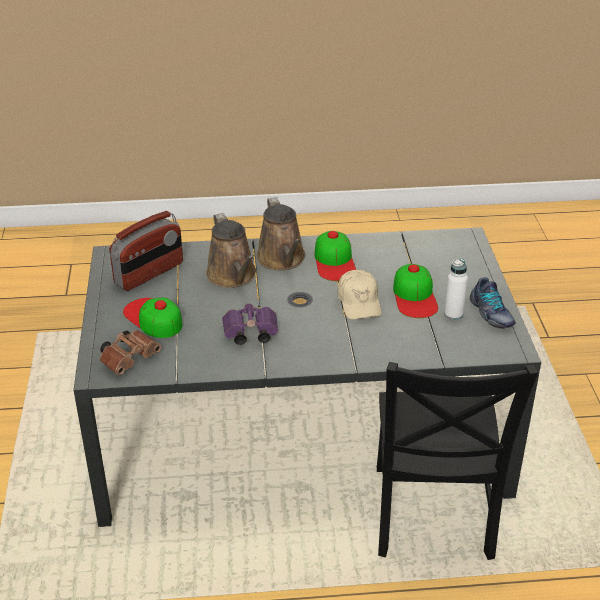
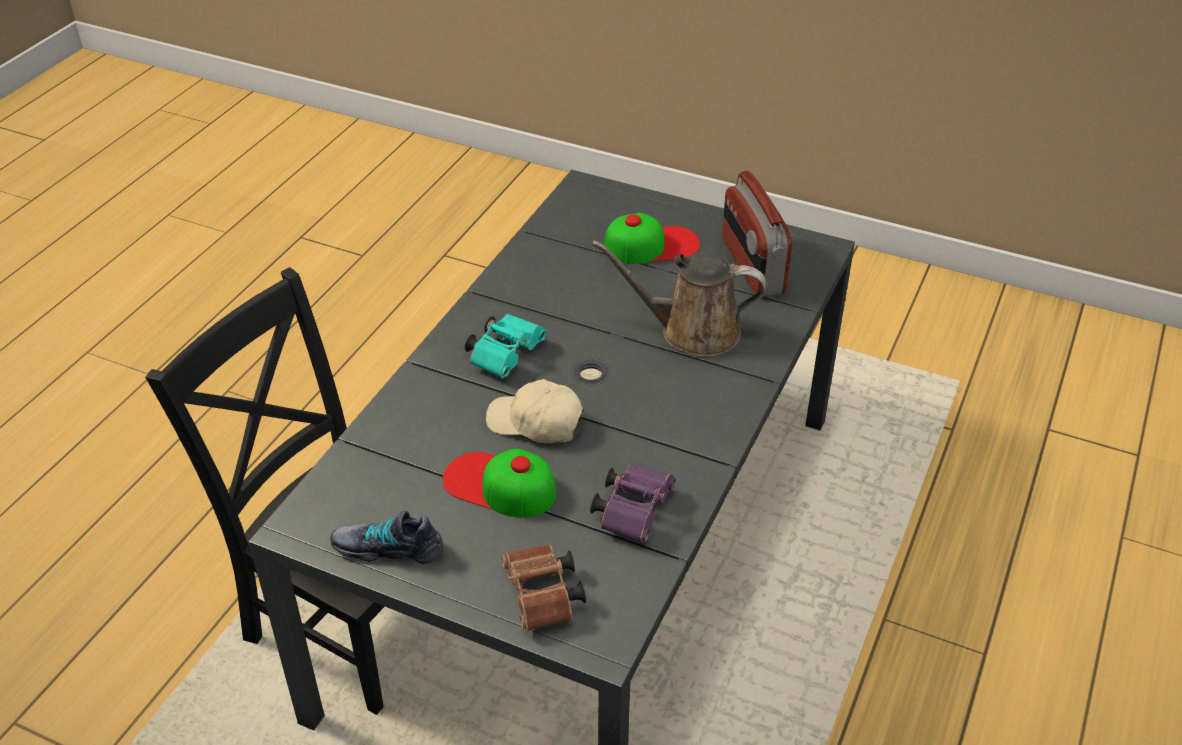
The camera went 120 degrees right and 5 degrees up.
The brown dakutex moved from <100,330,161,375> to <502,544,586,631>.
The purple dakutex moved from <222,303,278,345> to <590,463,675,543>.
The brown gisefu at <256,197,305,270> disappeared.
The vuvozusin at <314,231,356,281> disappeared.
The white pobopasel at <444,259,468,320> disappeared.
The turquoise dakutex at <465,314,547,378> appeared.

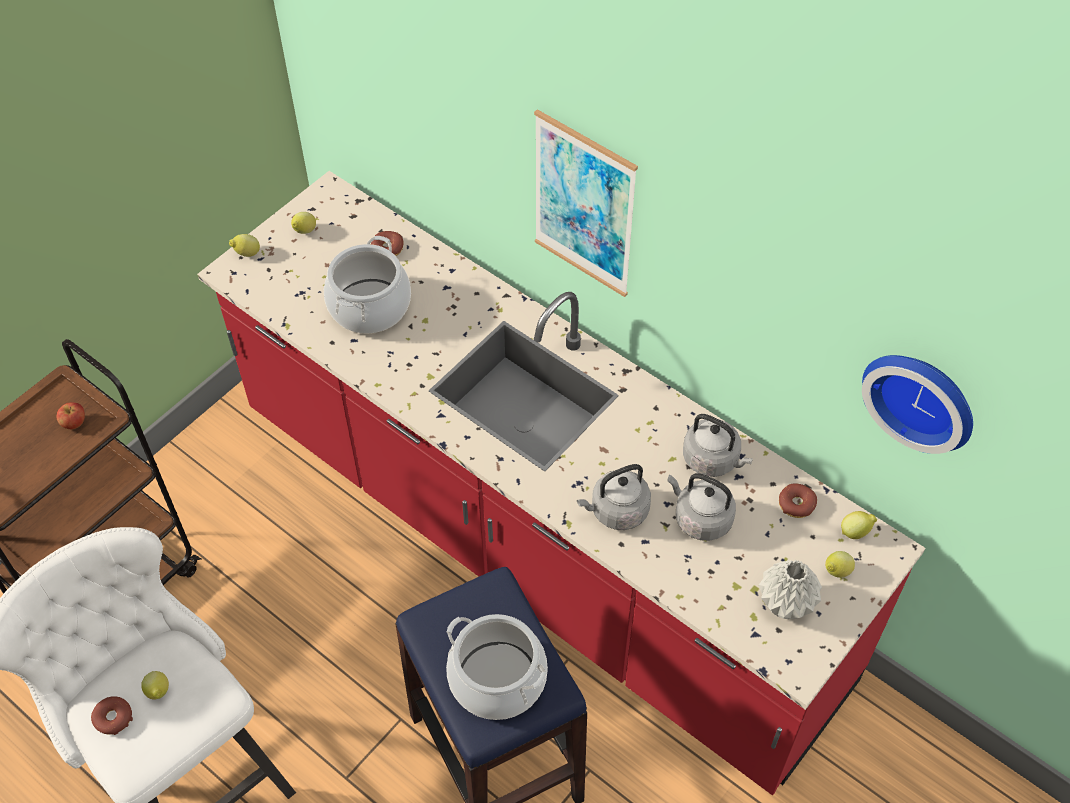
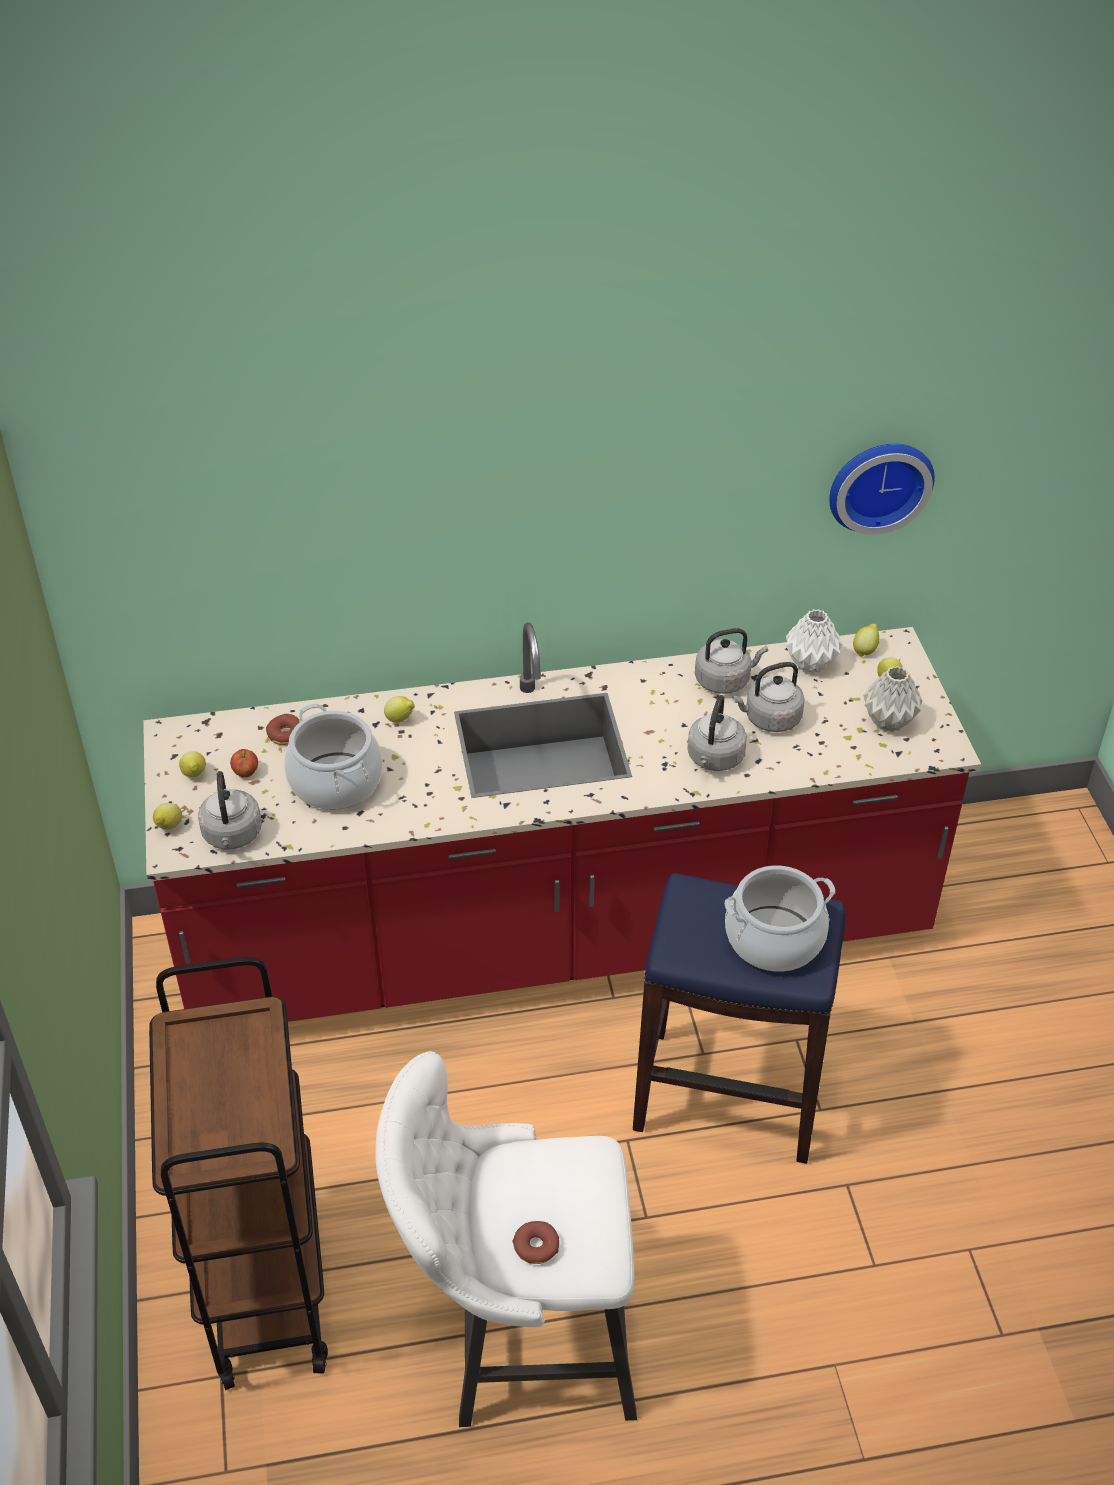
The camera went 50 degrees left and 10 degrees down.
The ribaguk moved from <57,402,85,429> to <230,749,258,778>.
The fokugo moved from <141,671,169,700> to <384,696,415,723>.
The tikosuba at <534,109,638,297> disappeared.
The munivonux at <779,484,817,518> was replaced by the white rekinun at <786,609,842,674>.
The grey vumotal at <198,771,262,849> appeared.

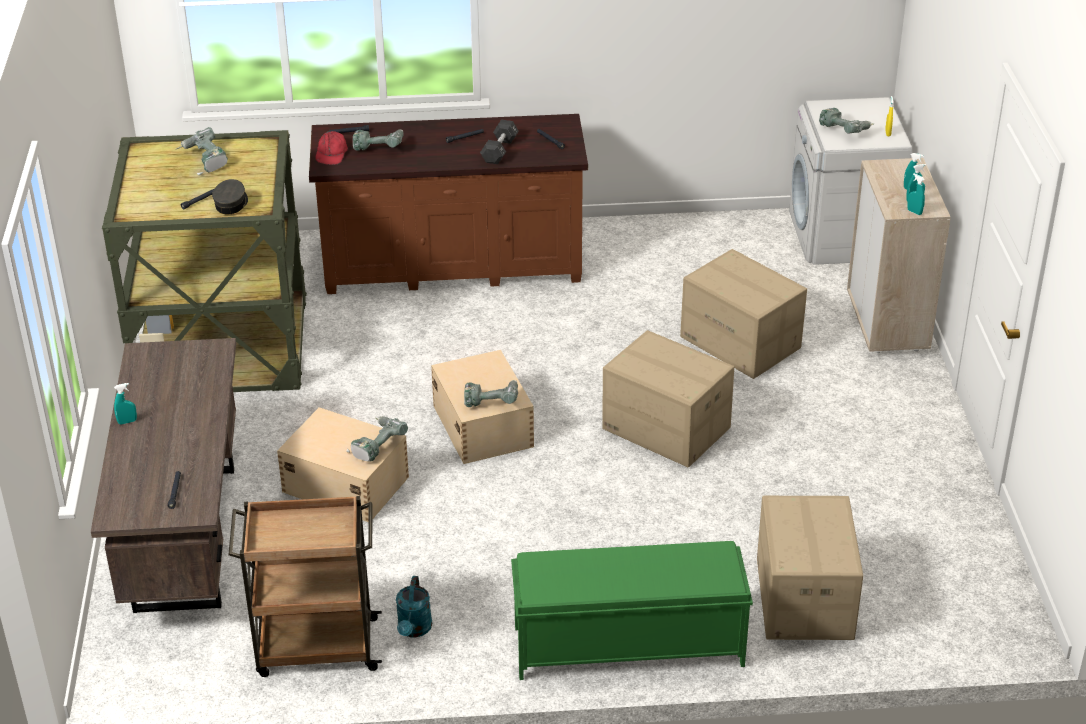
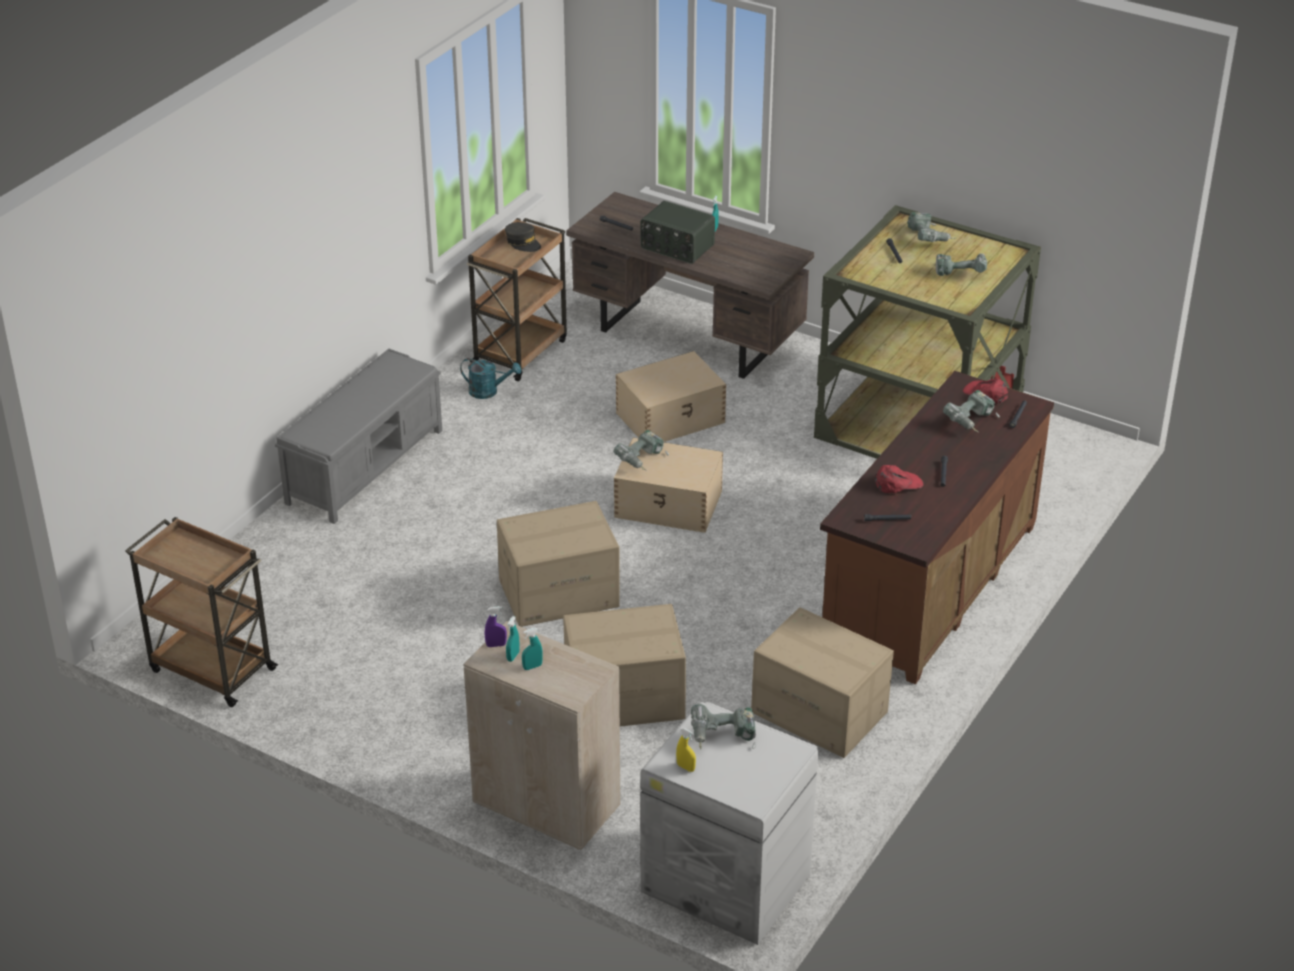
The camera went 125 degrees right and 0 degrees up.
The grey vuvozusin moved from <212,179,248,214> to <505,222,541,252>.
The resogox moved from <346,416,408,461> to <907,212,955,242>.
The turquoise gisefu at <396,576,432,637> turned 150 degrees clockwise.
The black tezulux at <480,119,519,164> was replaced by the red vuvozusin at <875,465,923,493>.
The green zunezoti at <511,541,753,680> became the grey zunezoti at <275,349,442,524>.
The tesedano moved from <757,496,863,640> to <751,607,894,758>.
The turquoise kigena at <907,173,925,215> became the purple kigena at <485,606,507,647>.
The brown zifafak at <125,517,278,707> appeared.
The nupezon at <641,201,715,264> appeared.

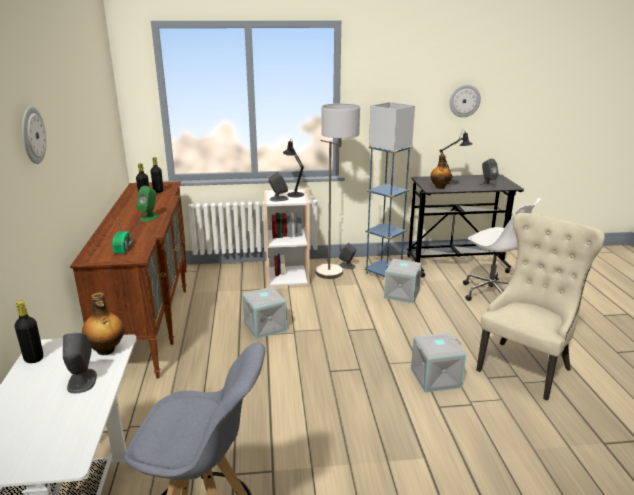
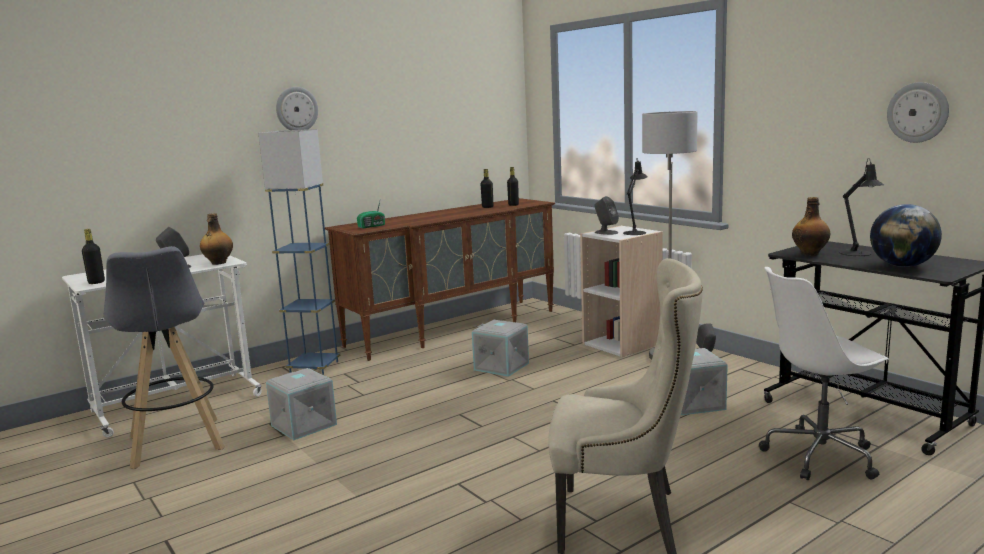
The camera went 60 degrees right and 10 degrees down.
The black pobopasel moved from <15,301,44,363> to <82,229,105,284>.
The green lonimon at <136,186,159,222> disappeared.
The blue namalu moved from <364,102,415,277> to <258,129,340,375>.
The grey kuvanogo moved from <411,333,466,393> to <266,368,337,440>.
The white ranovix at <463,198,541,301> turned 60 degrees clockwise.
The grey lonimon at <479,159,499,188> was replaced by the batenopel at <870,204,942,267>.

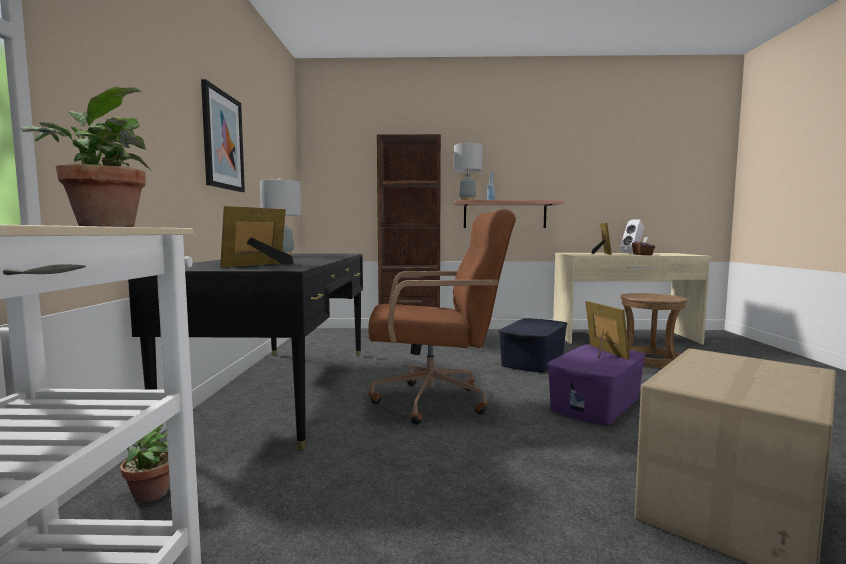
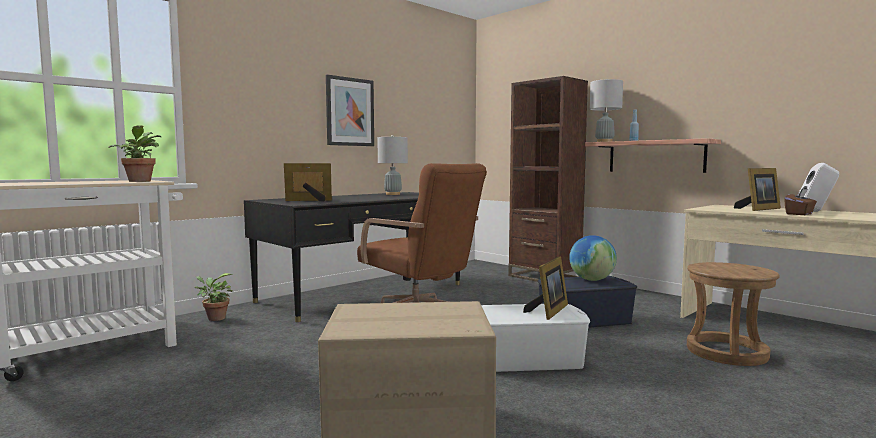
The camera went 45 degrees right and 0 degrees up.
The purple kuvanogo at <547,344,646,425> became the white kuvanogo at <481,304,590,372>.
The batenopel at <569,235,617,281> appeared.

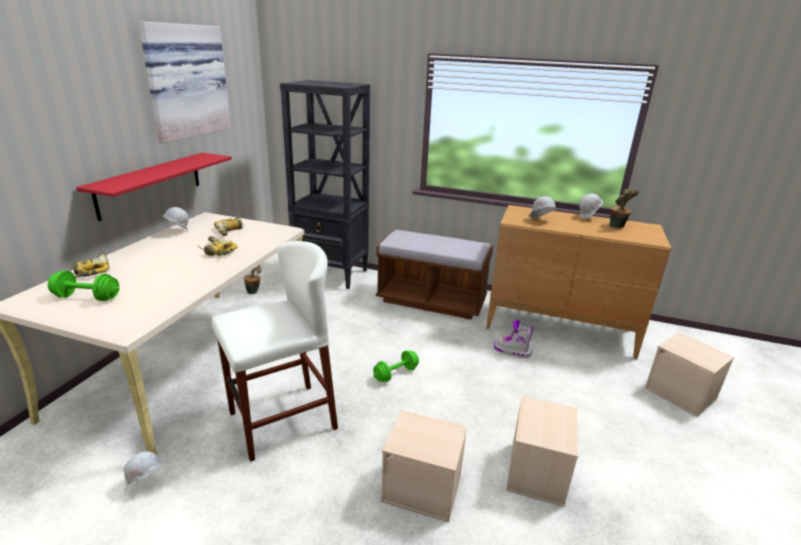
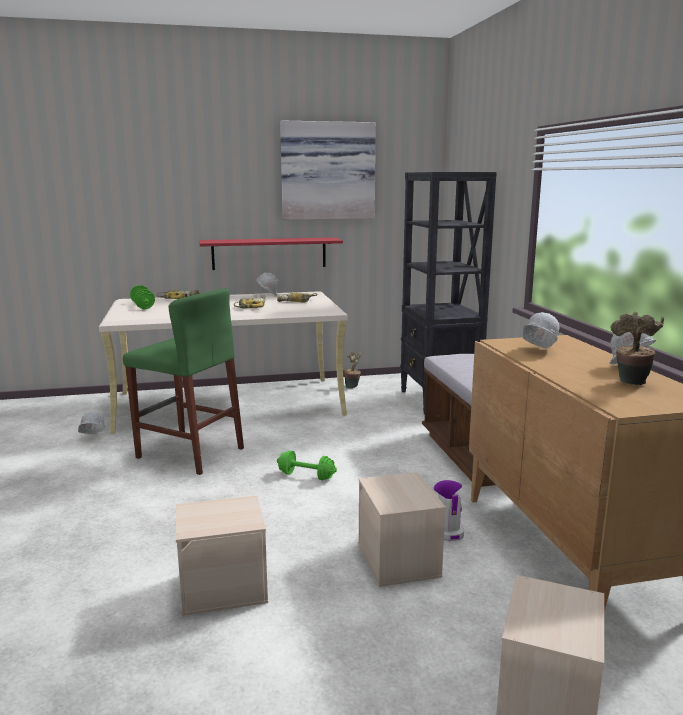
The camera went 60 degrees right and 10 degrees down.
The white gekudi at <212,241,338,462> became the green gekudi at <123,288,244,475>.
The beige kuvanogo moved from <381,410,467,522> to <358,472,446,587>.

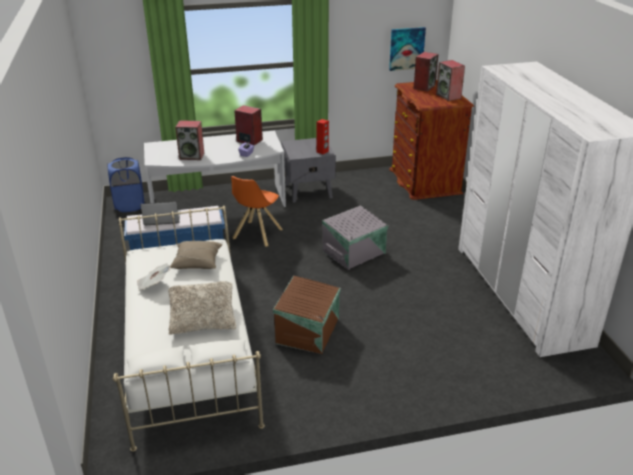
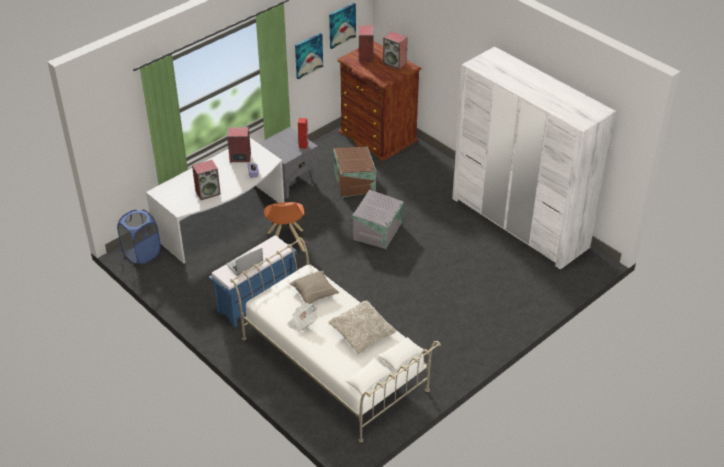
The camera went 30 degrees left and 10 degrees up.
The brown kuvanogo moved from <273,276,340,354> to <333,147,377,197>.
The tikosuba at <295,33,323,80> appeared.

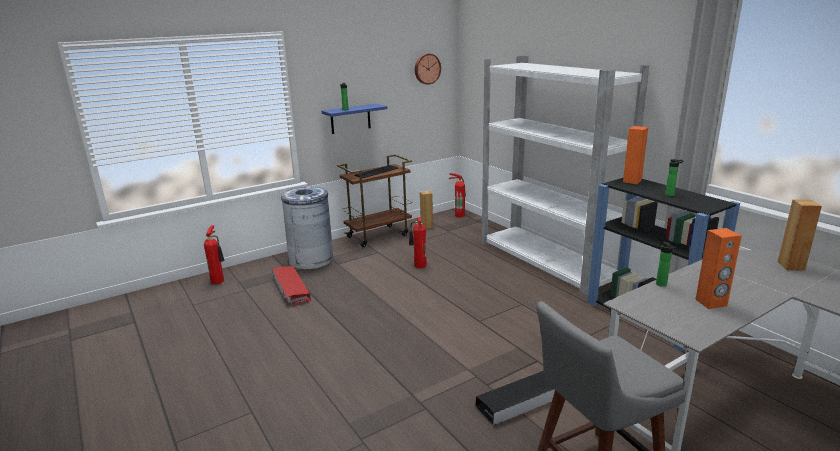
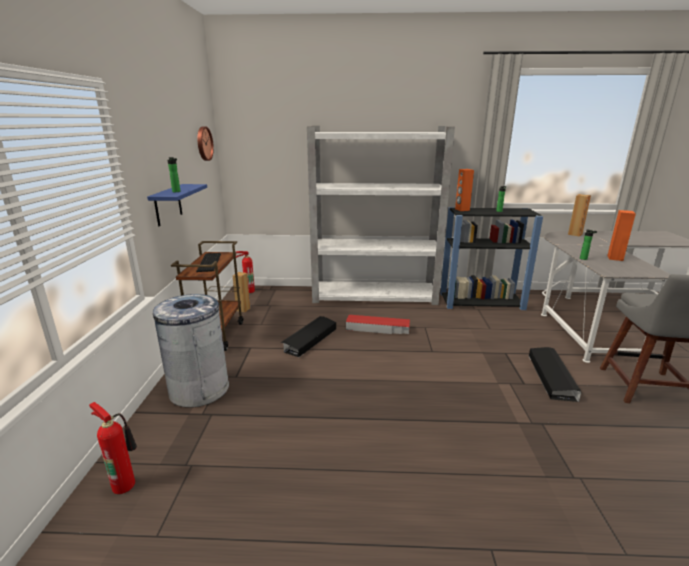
The camera went 55 degrees left and 0 degrees up.
The red kuvanogo moved from <272,266,311,306> to <346,315,410,334>.
The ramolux at <409,217,427,268> was replaced by the black kuvanogo at <281,316,336,357>.

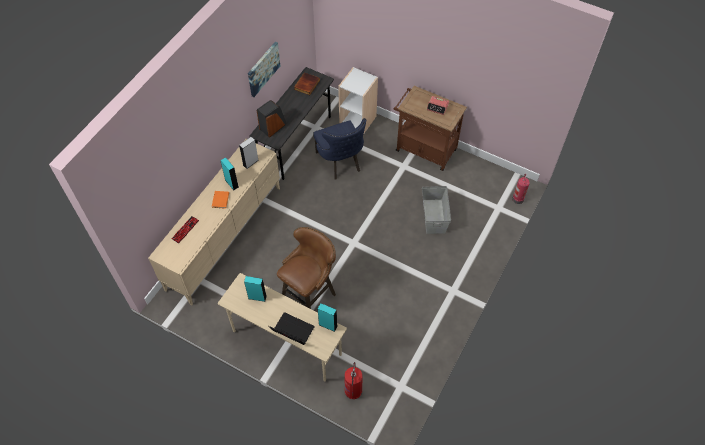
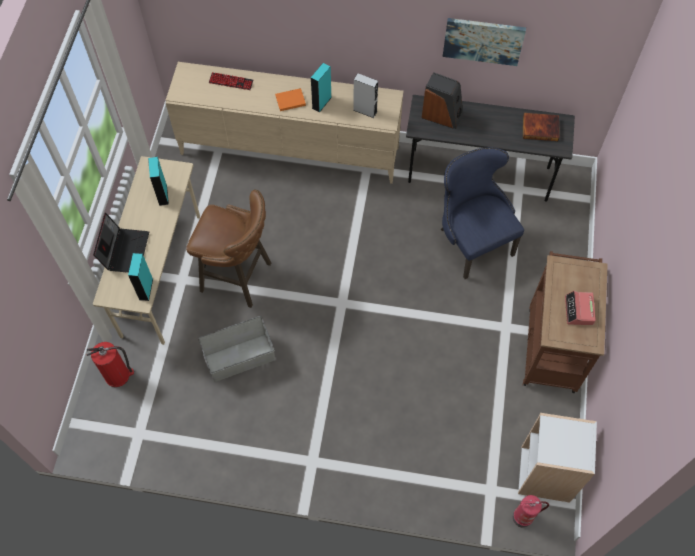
The camera went 70 degrees right and 5 degrees up.
The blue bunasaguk at <313,118,366,179> turned 105 degrees clockwise.
The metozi moved from <338,67,378,135> to <518,413,597,502>.
The grey kuvanogo moved from <422,186,451,234> to <198,316,275,382>.

